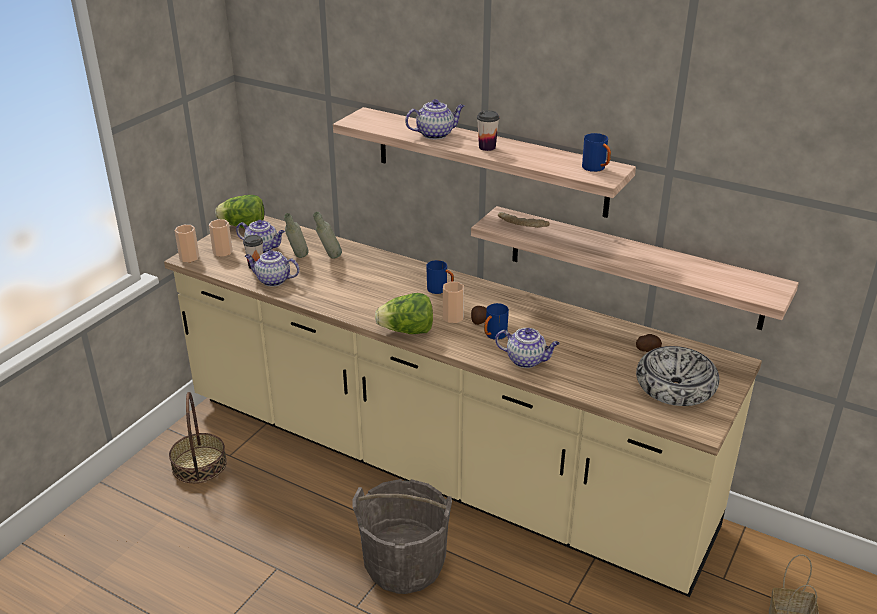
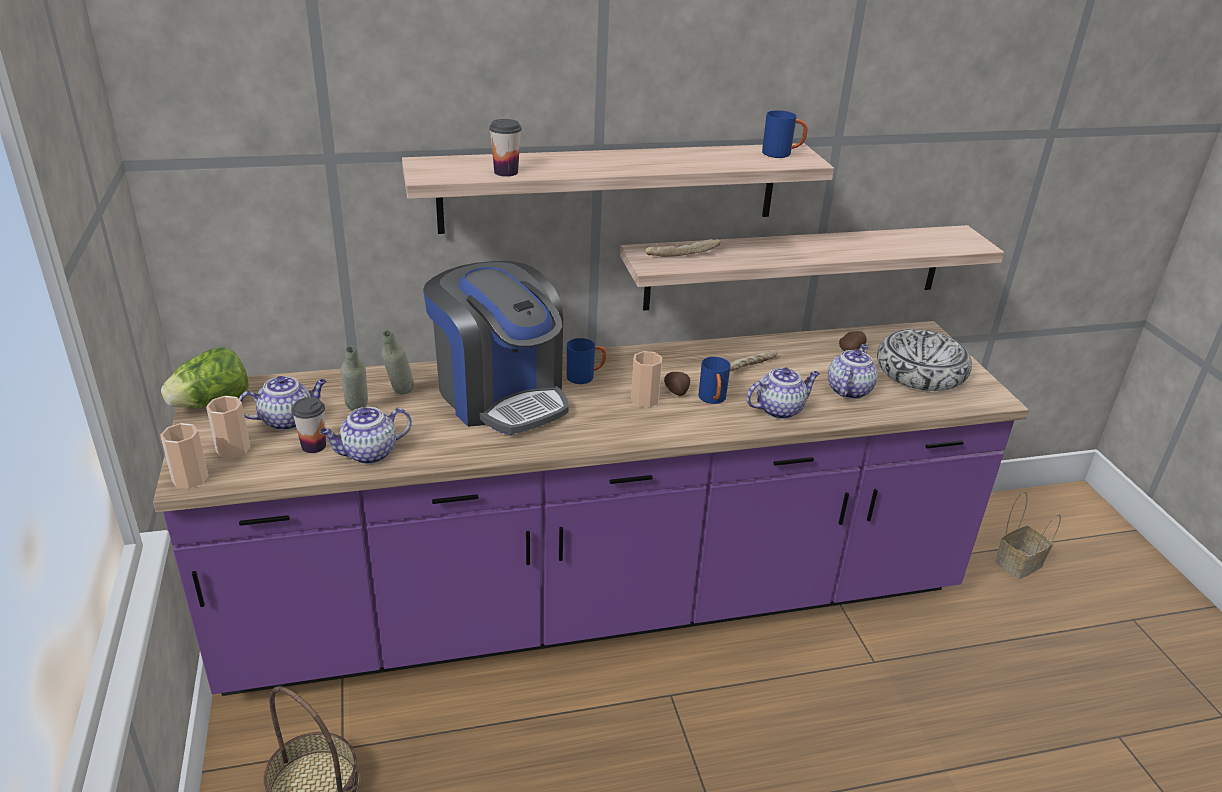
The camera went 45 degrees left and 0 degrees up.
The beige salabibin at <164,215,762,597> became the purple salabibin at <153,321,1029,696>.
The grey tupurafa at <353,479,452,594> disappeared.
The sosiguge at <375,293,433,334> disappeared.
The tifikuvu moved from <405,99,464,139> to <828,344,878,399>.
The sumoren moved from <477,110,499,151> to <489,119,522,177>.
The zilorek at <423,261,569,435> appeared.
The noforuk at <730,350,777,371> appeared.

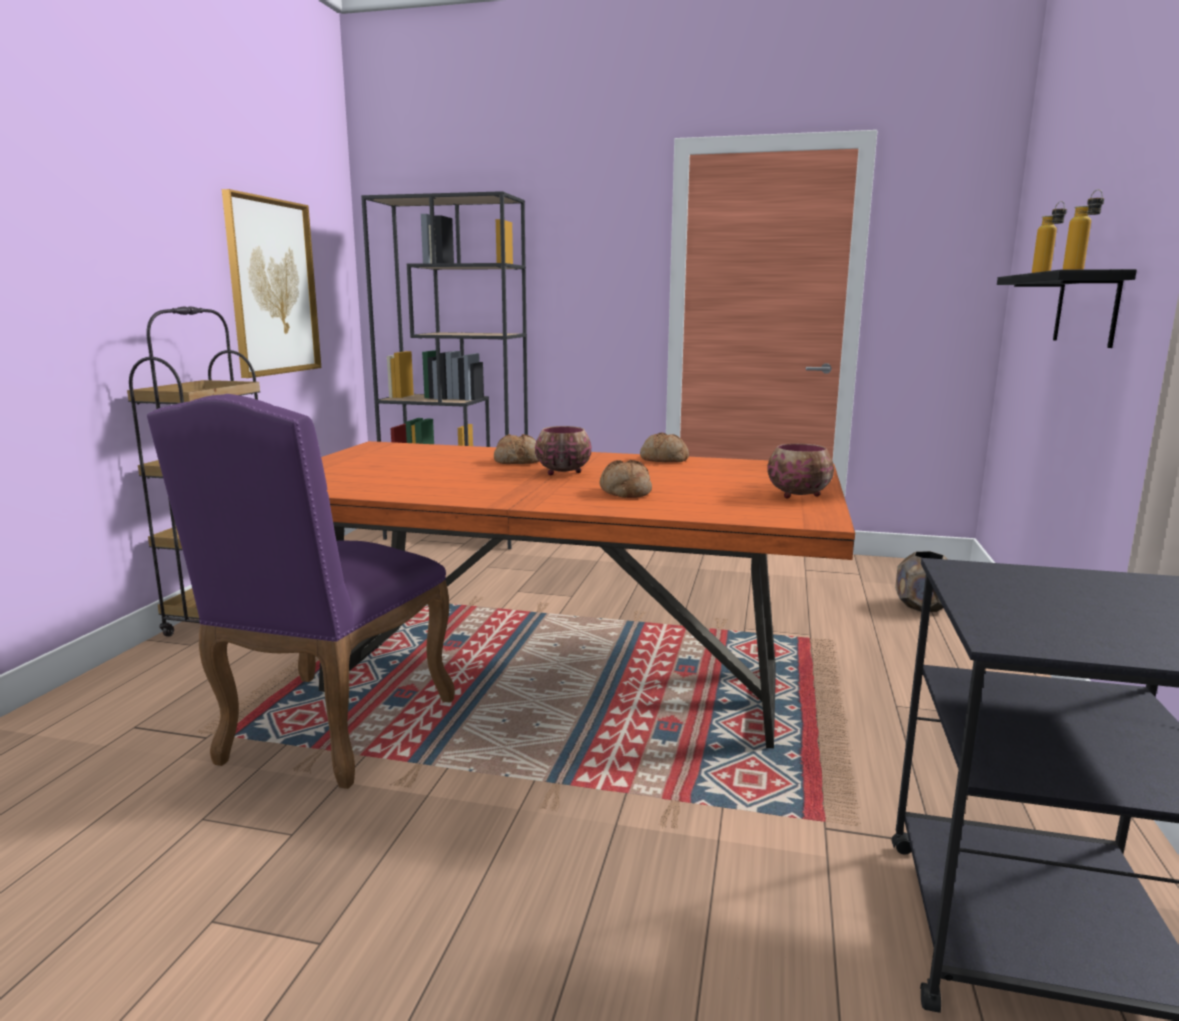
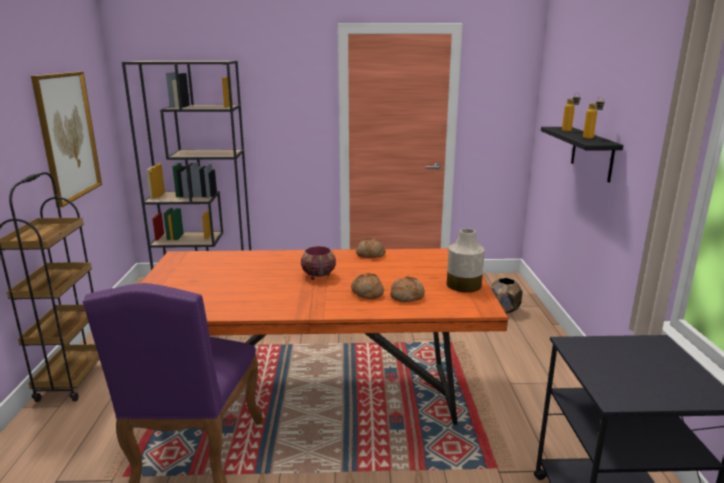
The camera went 15 degrees left and 5 degrees up.
The noforuk moved from <494,434,539,464> to <390,276,425,302>.
The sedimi at <767,443,834,499> was replaced by the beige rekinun at <447,228,485,292>.

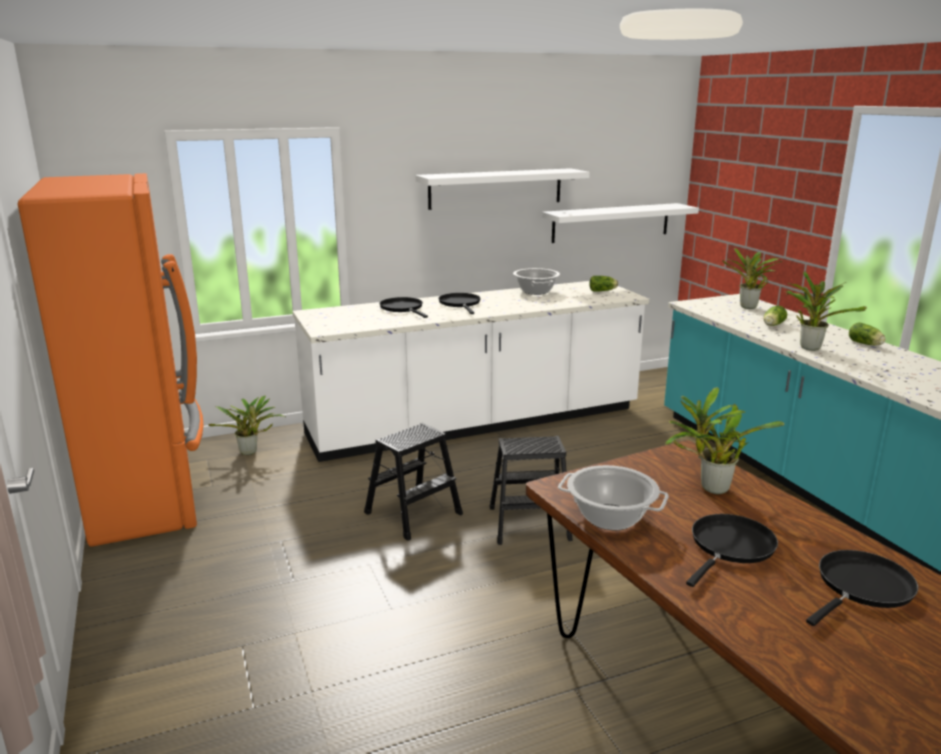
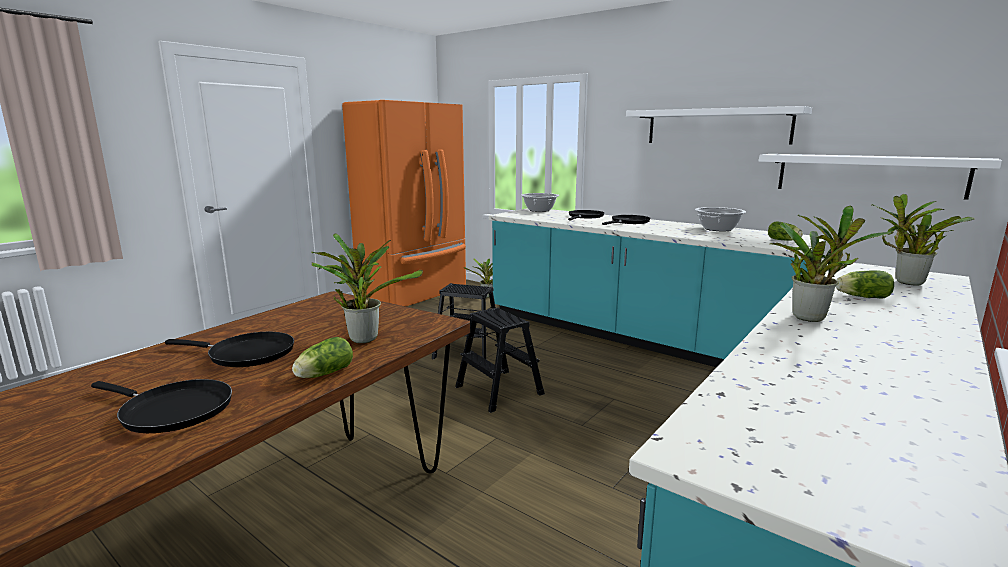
The camera went 60 degrees right and 5 degrees down.
The white salabibin at <292,281,650,462> became the turquoise salabibin at <489,208,827,367>.
The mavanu moved from <558,465,669,530> to <521,193,559,212>.
The sosiguge moved from <849,322,886,345> to <292,337,353,378>.

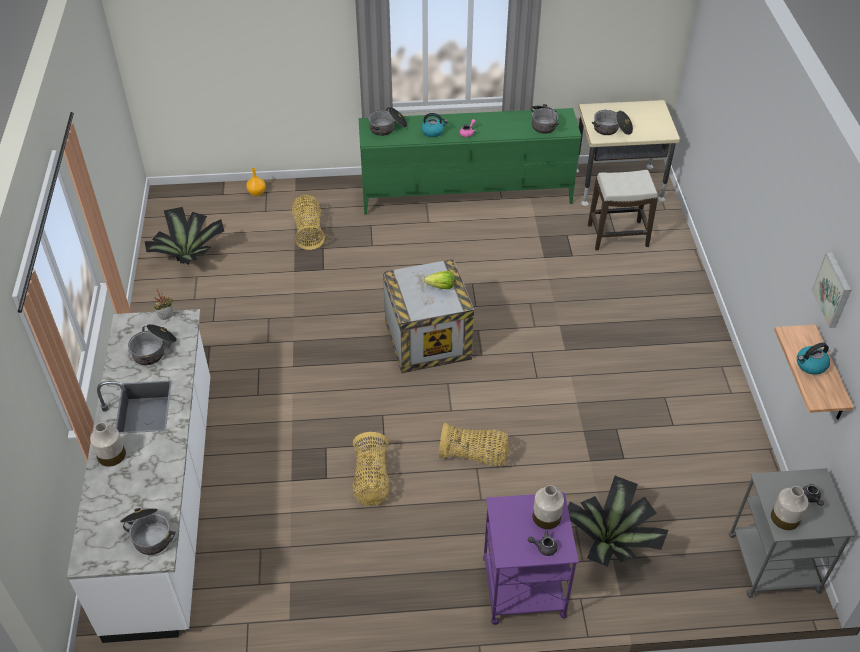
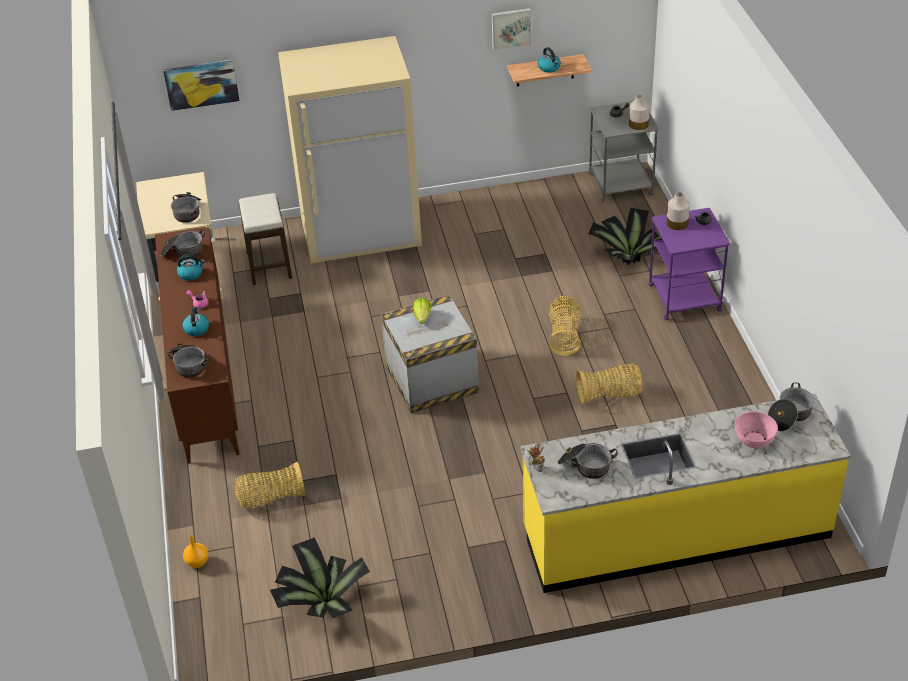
The camera went 95 degrees left and 5 degrees down.
The white salabibin at <67,309,210,643> became the yellow salabibin at <520,394,851,593>.
The beige rekinun at <90,422,126,467> disappeared.
The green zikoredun at <358,108,581,215> became the brown zikoredun at <155,227,239,464>.
The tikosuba at <163,60,240,111> appeared.
The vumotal at <177,255,205,281> appeared.
The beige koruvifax at <278,36,422,263> appeared.
The pink sedimi at <734,411,778,448> appeared.

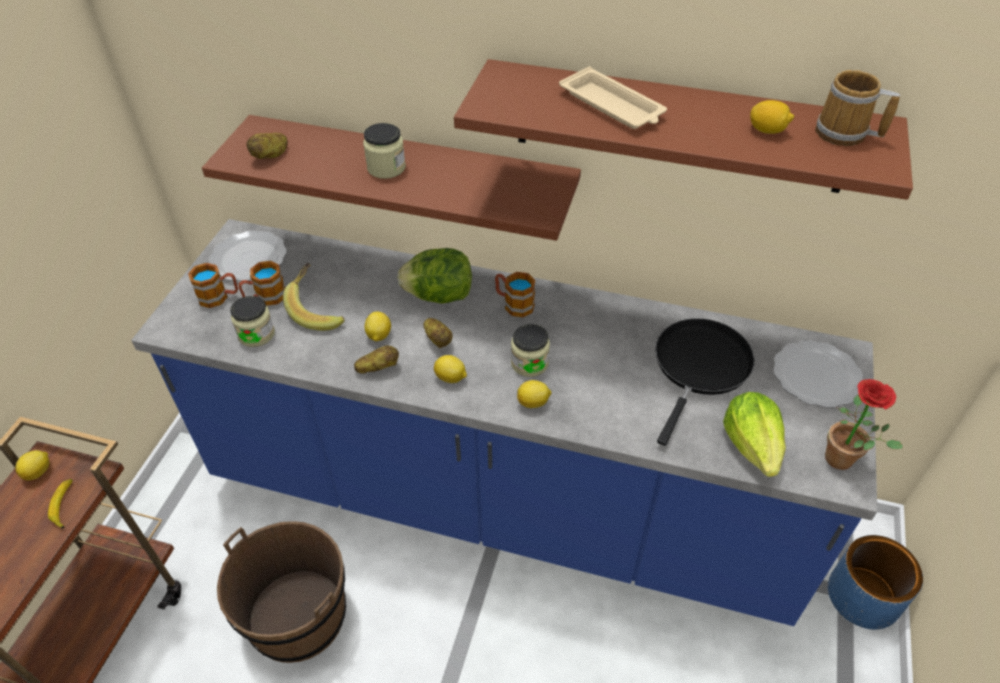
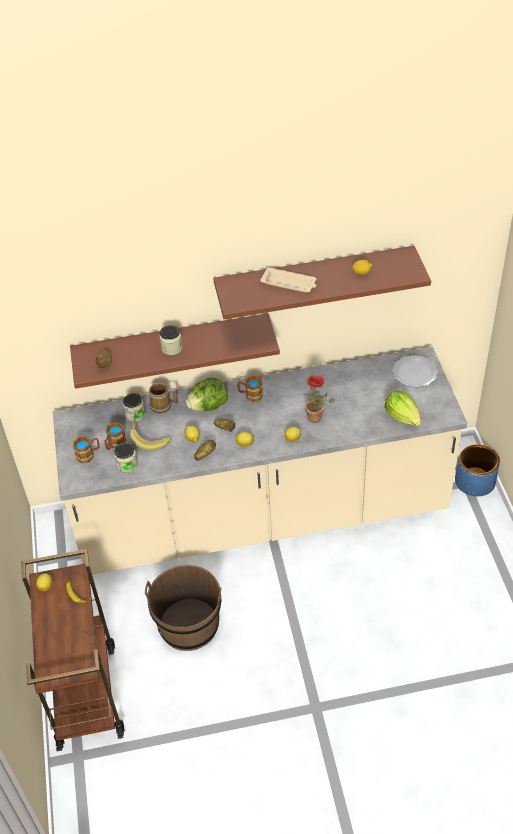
The camera went 25 degrees left and 0 degrees up.
The blue salabibin at <131,219,877,626> became the beige salabibin at <53,347,467,575>.
The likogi at <209,231,287,281> disappeared.
The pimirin moved from <511,324,550,377> to <123,393,145,421>.
The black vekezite at <655,318,755,446> disappeared.
The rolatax moved from <815,70,900,146> to <149,383,178,413>.
The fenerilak moved from <825,379,903,470> to <303,376,335,423>.

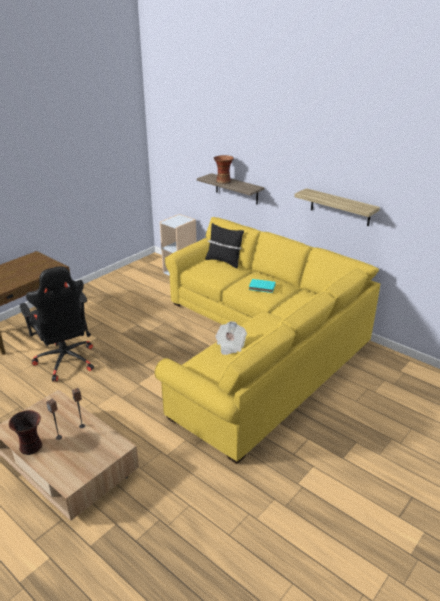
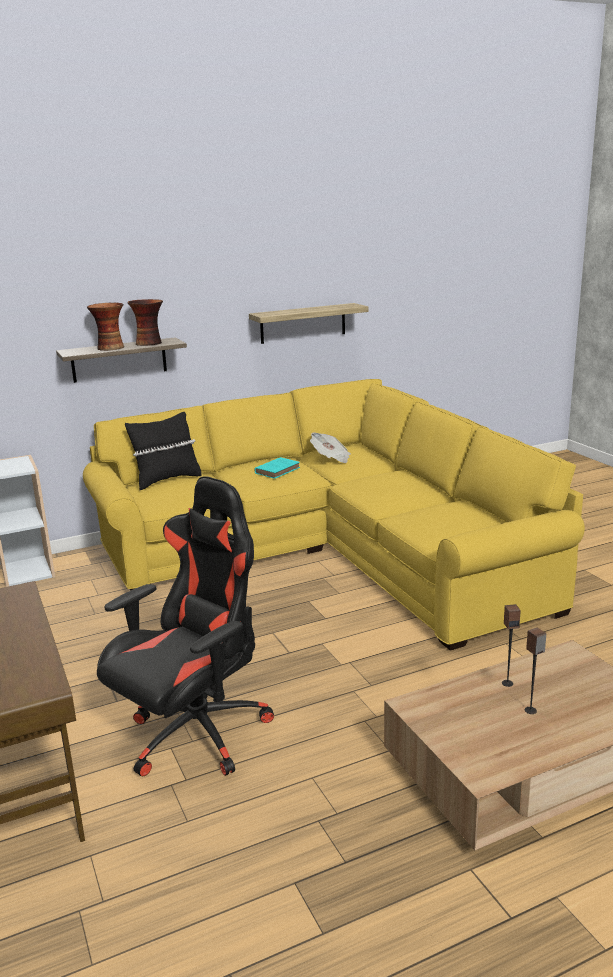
The camera went 65 degrees left and 10 degrees down.
The rekinun moved from <9,410,42,455> to <128,299,163,346>.
The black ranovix at <20,266,94,382> turned 45 degrees counterclockwise.
The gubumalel moved from <215,321,247,355> to <310,432,351,463>.

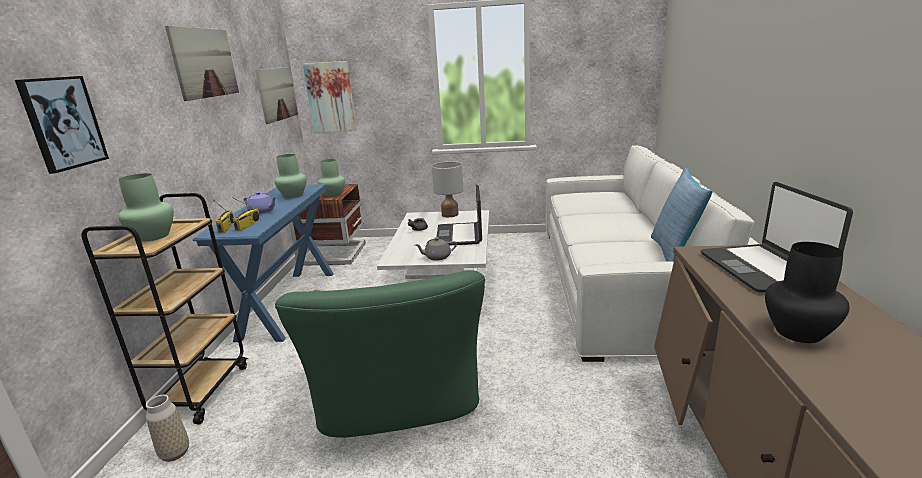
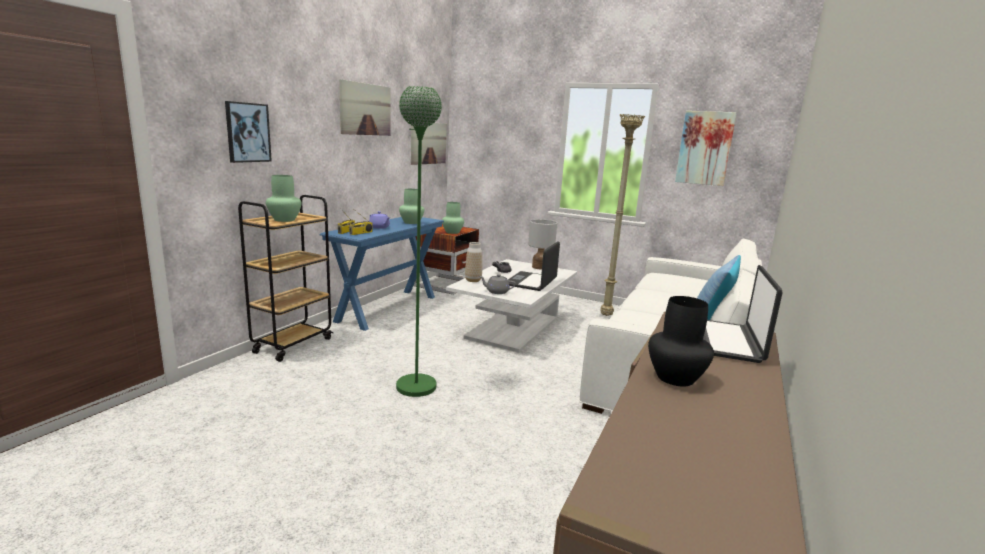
The camera went 20 degrees right and 5 degrees down.
The rekinun moved from <146,395,189,462> to <465,242,482,282>.
The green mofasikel at <275,270,485,438> was replaced by the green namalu at <396,86,442,397>.
The tikosuba moved from <303,61,357,133> to <675,111,737,186>.
The beige namalu at <600,114,645,316> appeared.

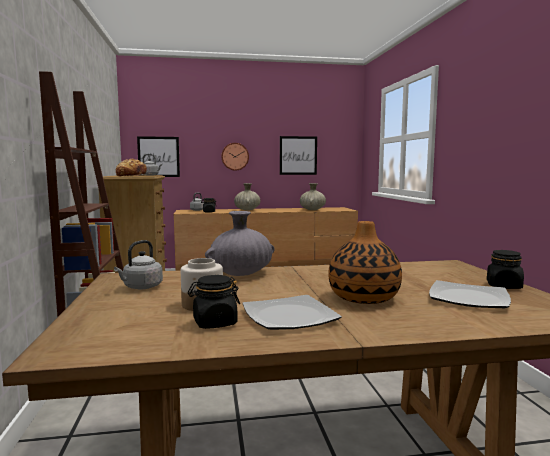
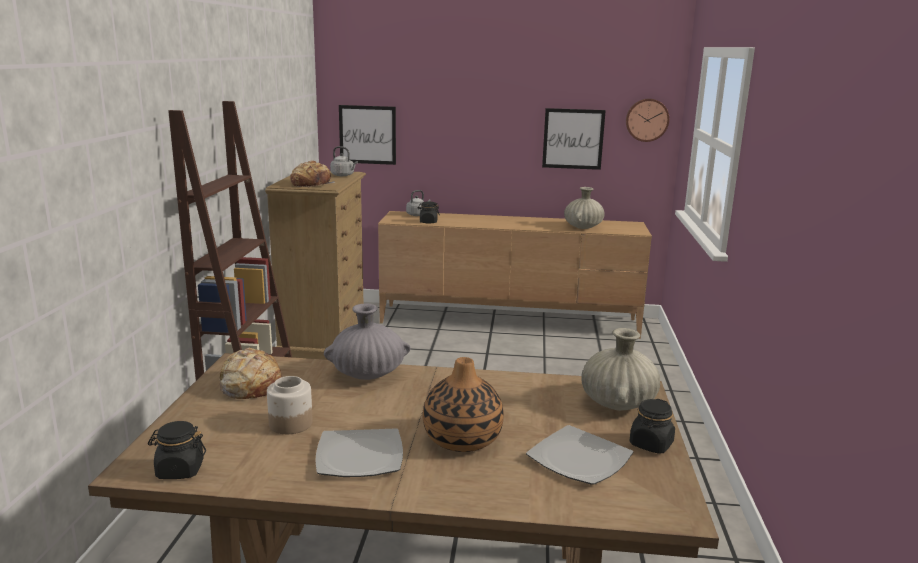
The camera went 15 degrees right and 10 degrees up.
The grey vumotal at <114,240,163,290> was replaced by the noforuk at <220,348,282,399>.
The black pimirin moved from <188,275,240,329> to <148,421,206,479>.
The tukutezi moved from <221,143,249,171> to <626,99,669,142>.
The beige rekinun moved from <234,183,260,211> to <581,328,660,411>.

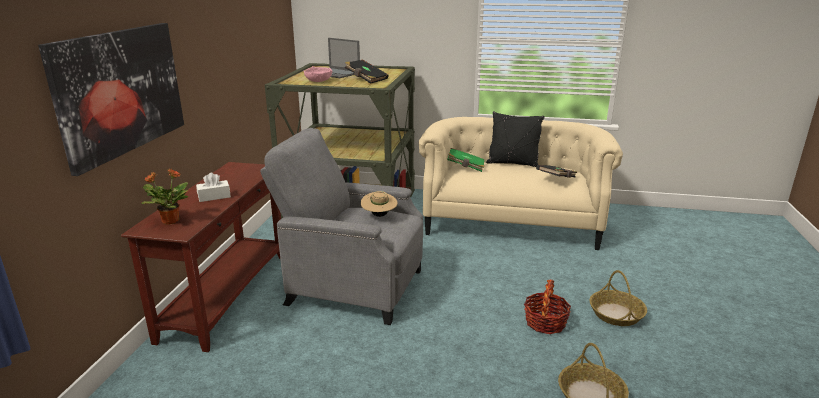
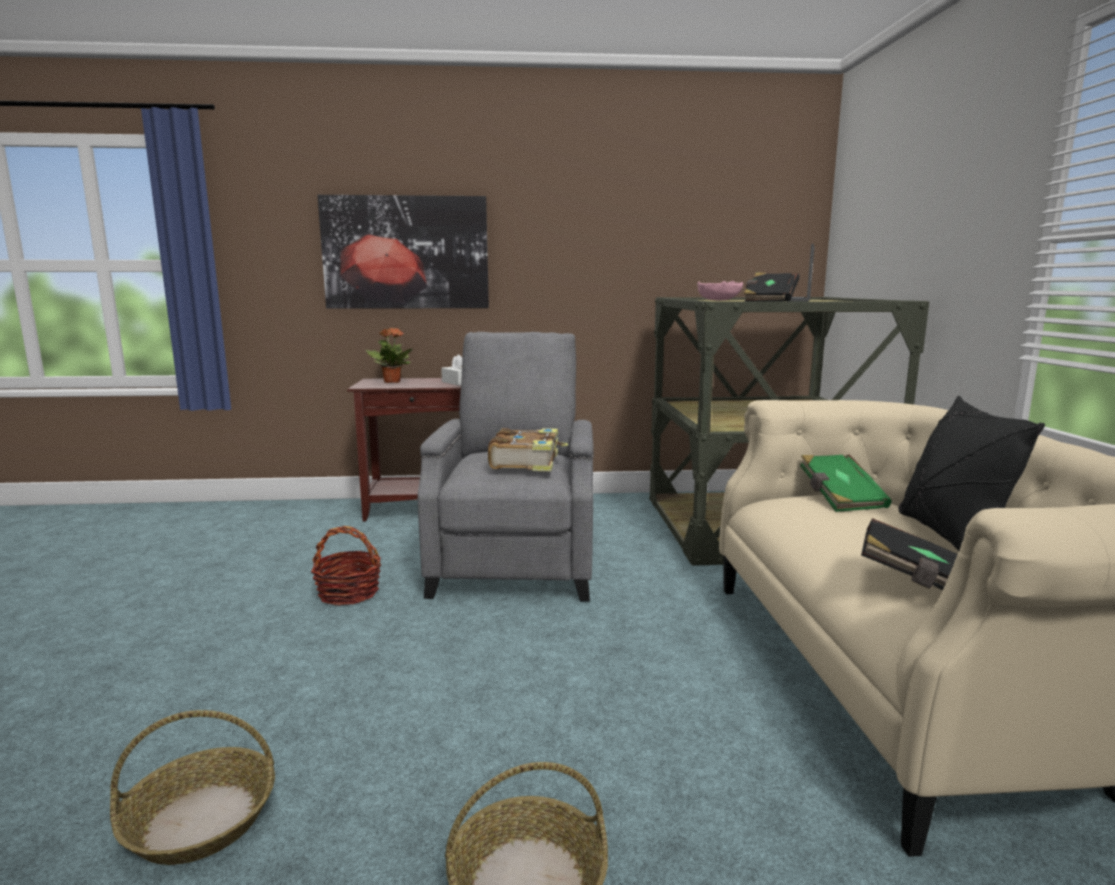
The camera went 75 degrees right and 10 degrees down.
The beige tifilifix at <361,191,398,217> was replaced by the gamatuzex at <488,428,568,471>.
The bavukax moved from <524,280,571,334> to <311,526,381,606>.

